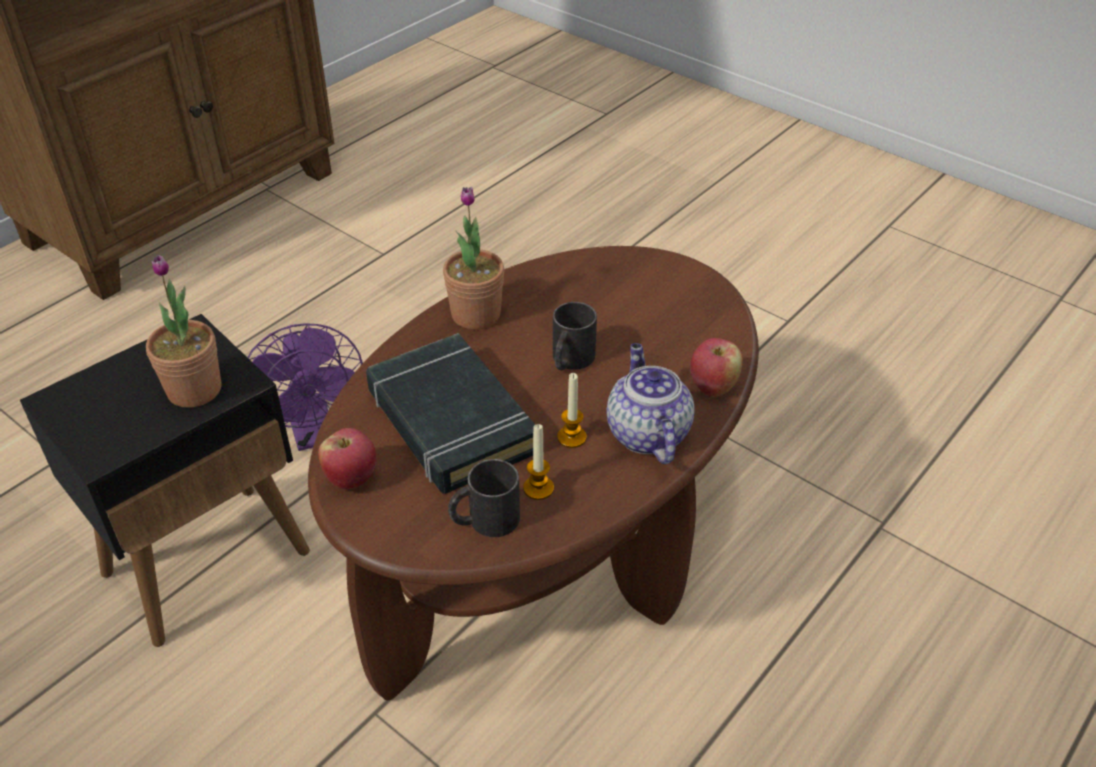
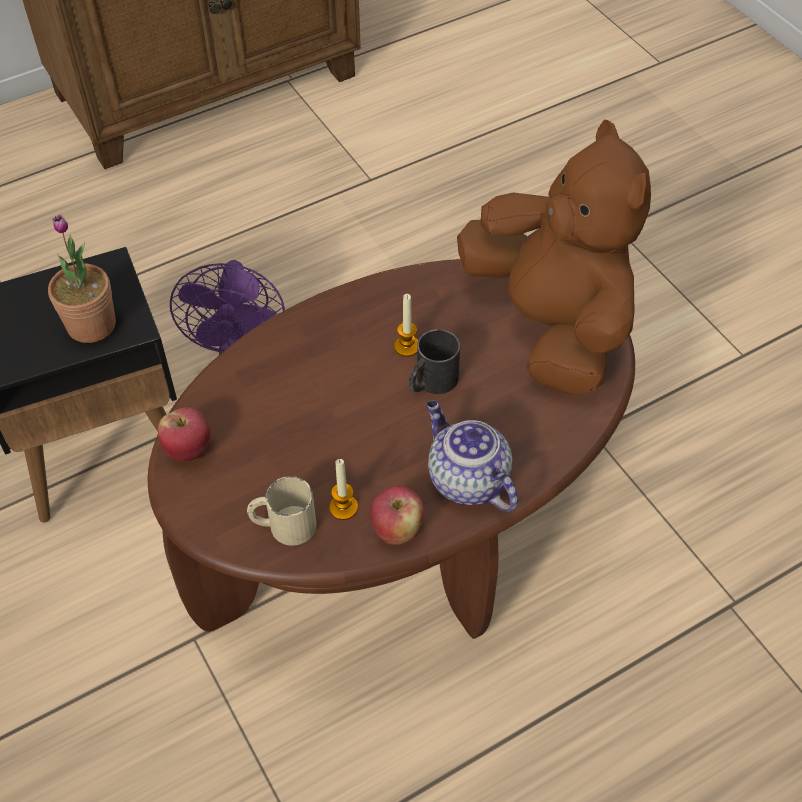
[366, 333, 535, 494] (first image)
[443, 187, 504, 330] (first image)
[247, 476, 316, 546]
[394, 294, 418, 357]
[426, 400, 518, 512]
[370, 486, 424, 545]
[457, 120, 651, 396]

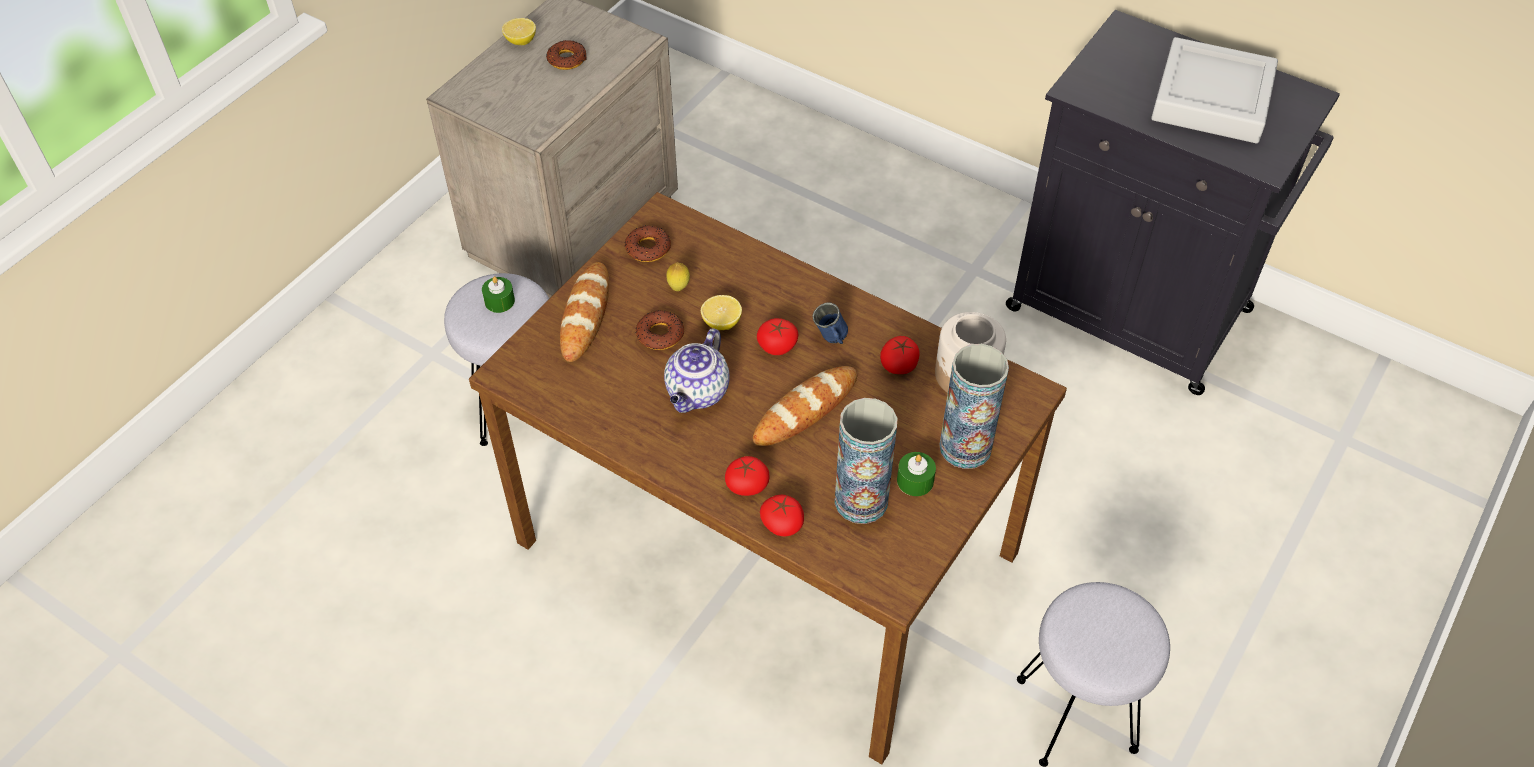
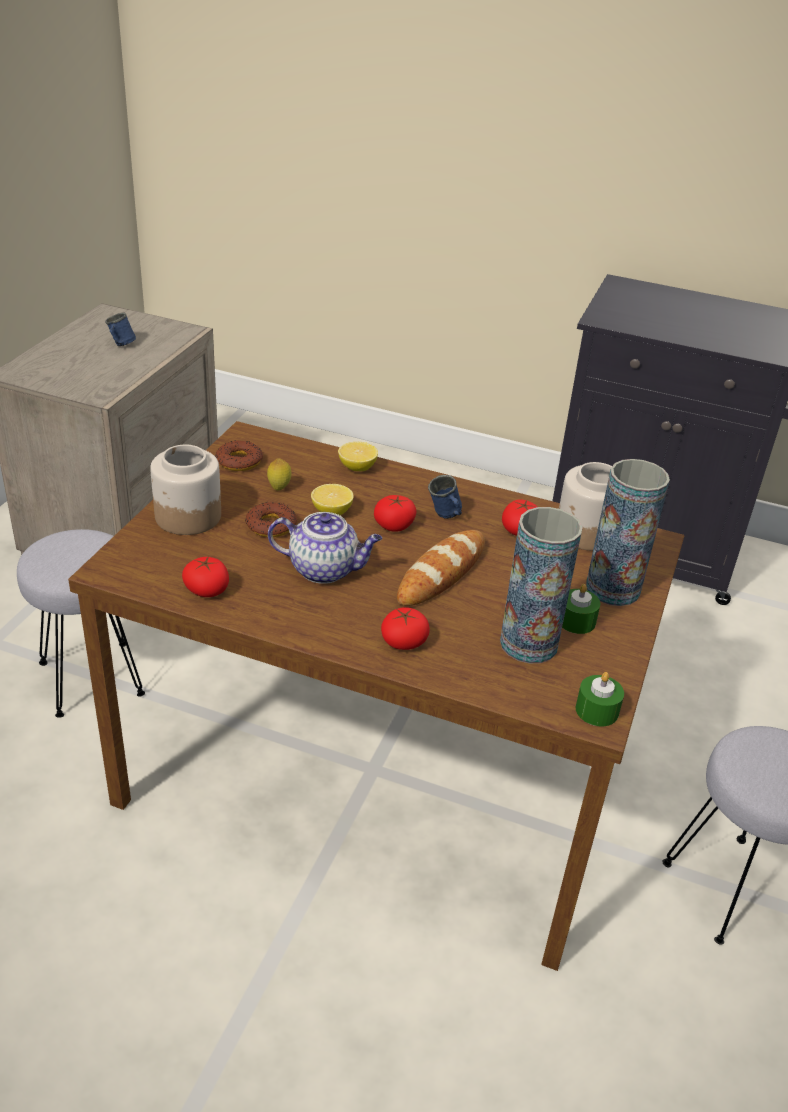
[576, 672, 624, 726]
[338, 442, 378, 471]
[105, 312, 136, 346]
[150, 445, 221, 535]
[268, 512, 382, 584]
[182, 556, 229, 597]
[1151, 37, 1278, 143] (first image)

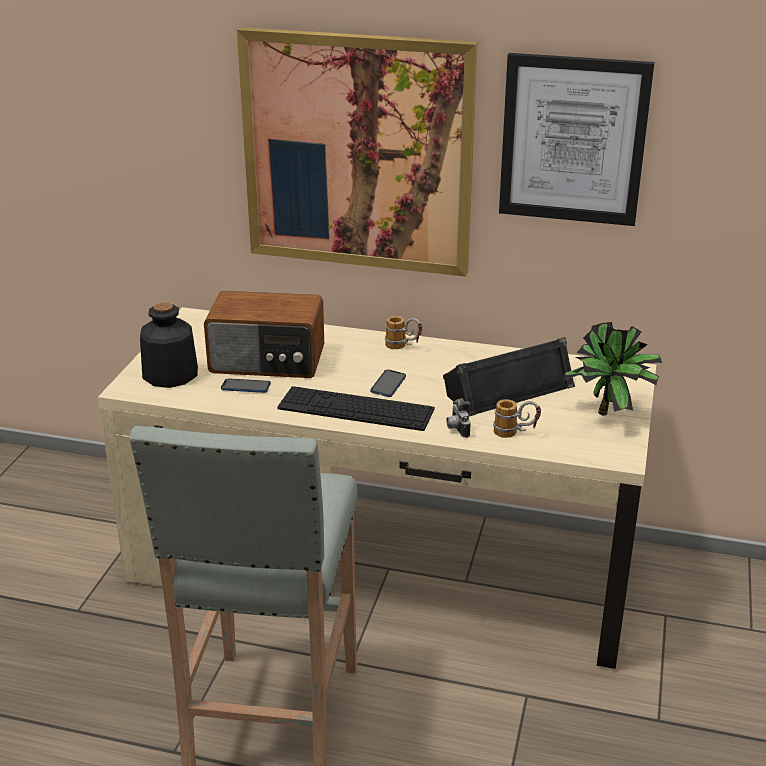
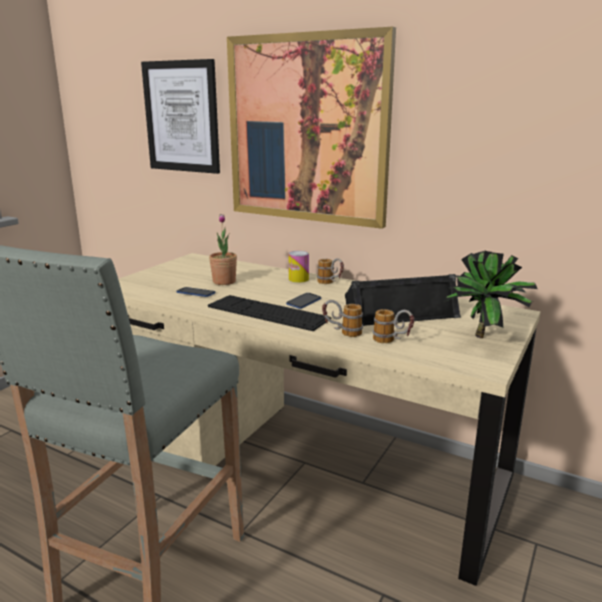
[140, 302, 198, 388] (first image)
[209, 214, 237, 285]
[322, 300, 363, 337]
[141, 59, 220, 174]
[288, 251, 309, 283]

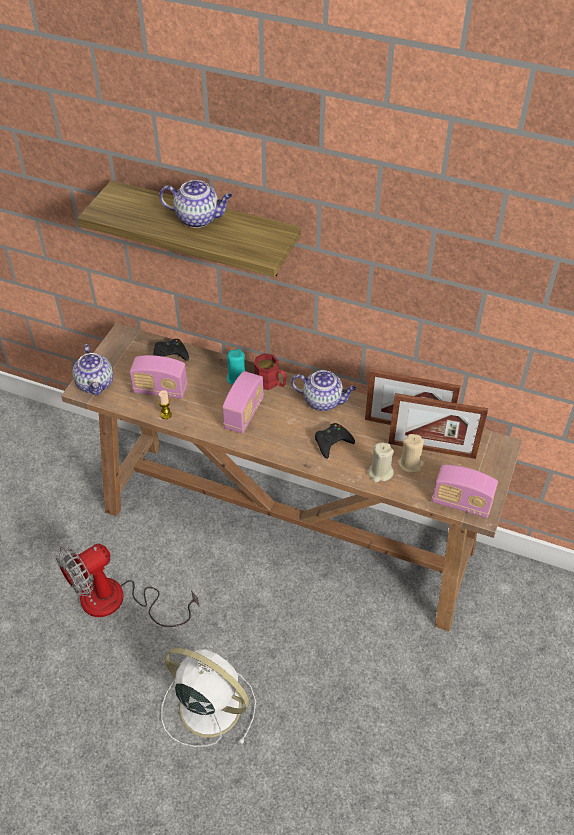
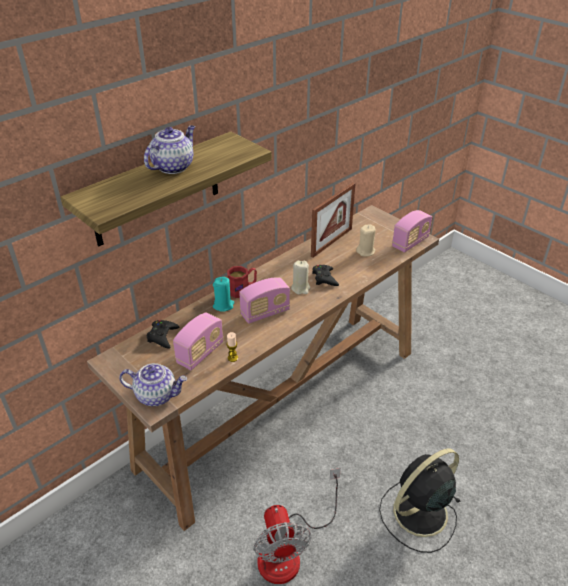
[379, 448, 461, 553]
[239, 277, 290, 324]
[291, 370, 357, 411] (first image)
[291, 261, 310, 295]
[388, 393, 488, 459] (first image)

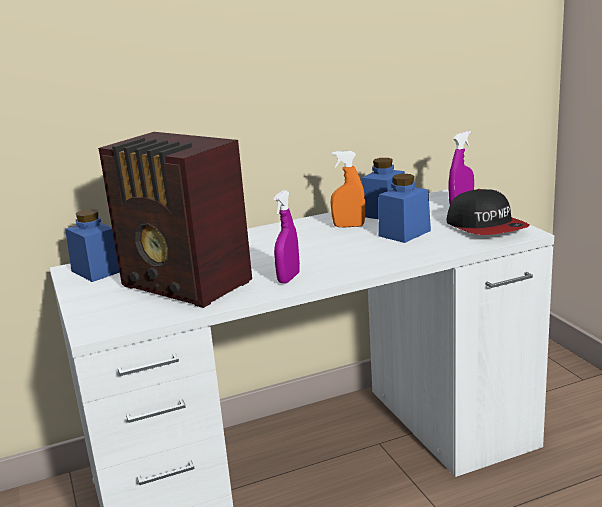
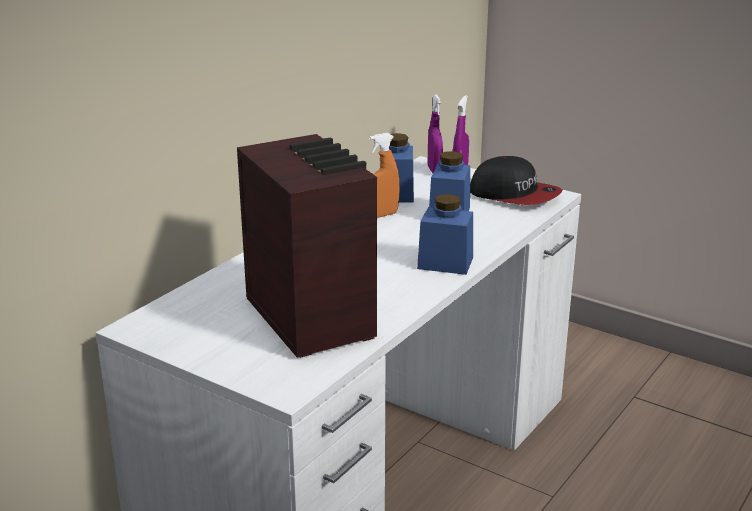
[417, 194, 473, 275]
[237, 134, 377, 358]
[428, 94, 443, 173]

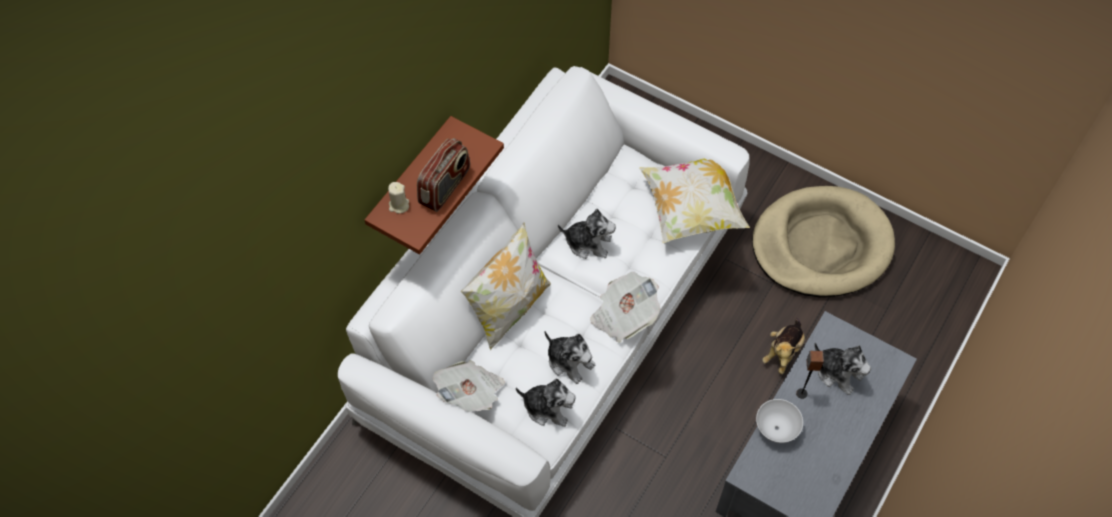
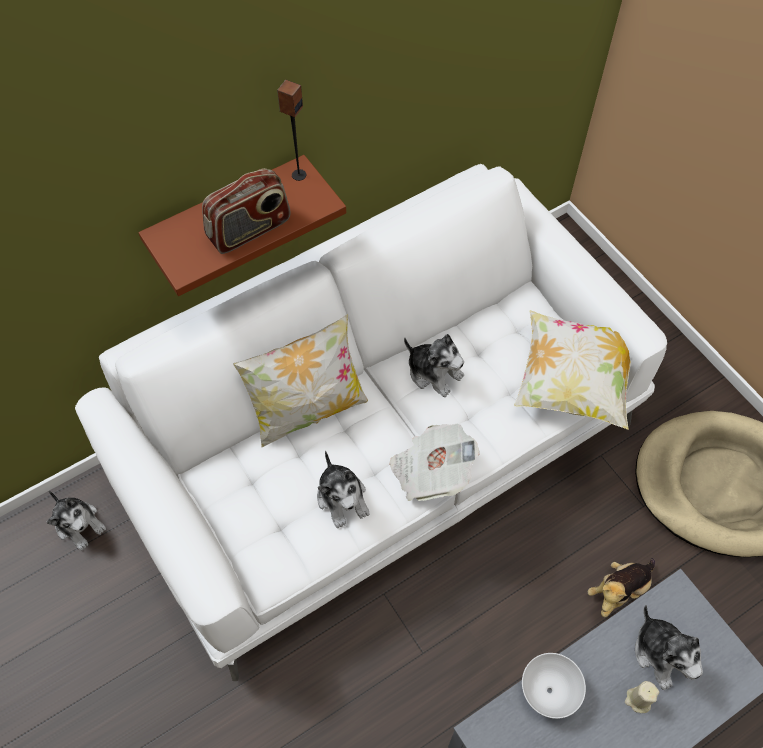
[625, 681, 659, 713]
[433, 360, 505, 412] (first image)
[47, 491, 106, 551]
[277, 80, 306, 181]

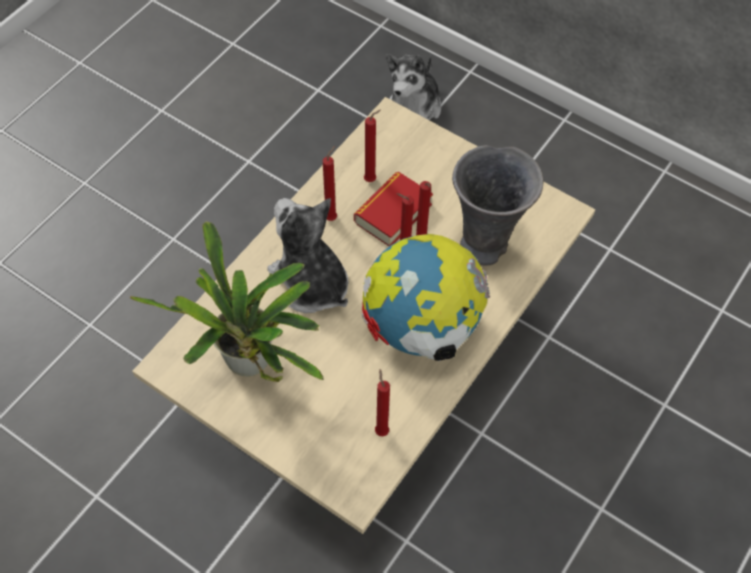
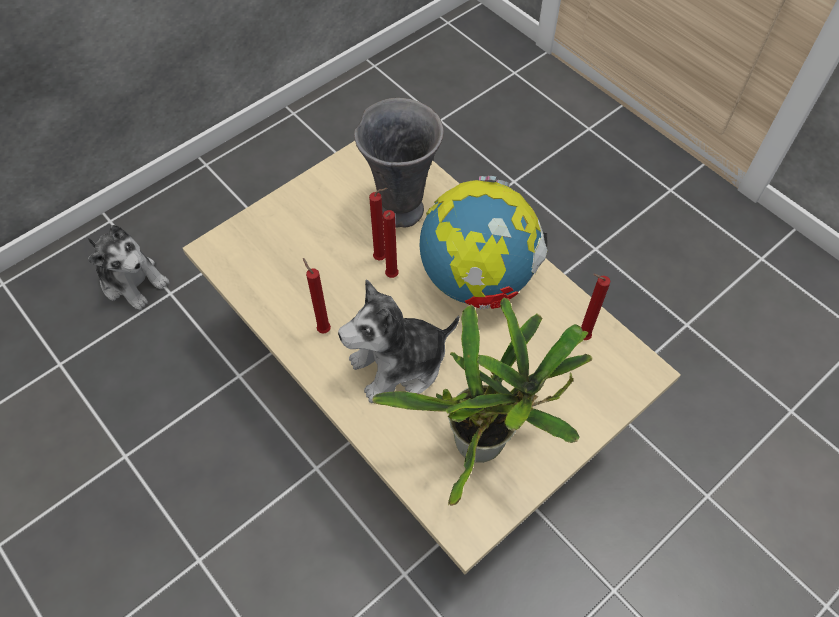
[354, 172, 433, 246] (first image)
[364, 110, 381, 182] (first image)

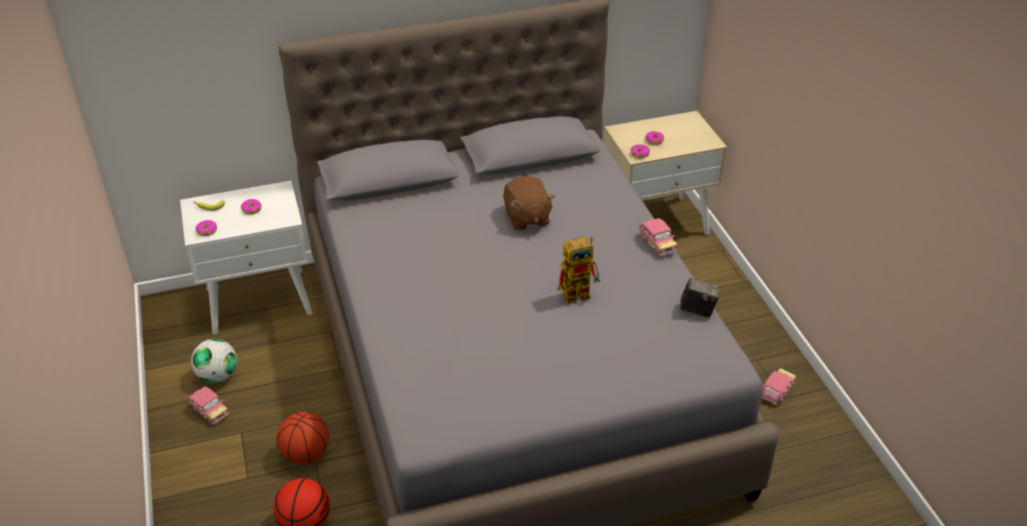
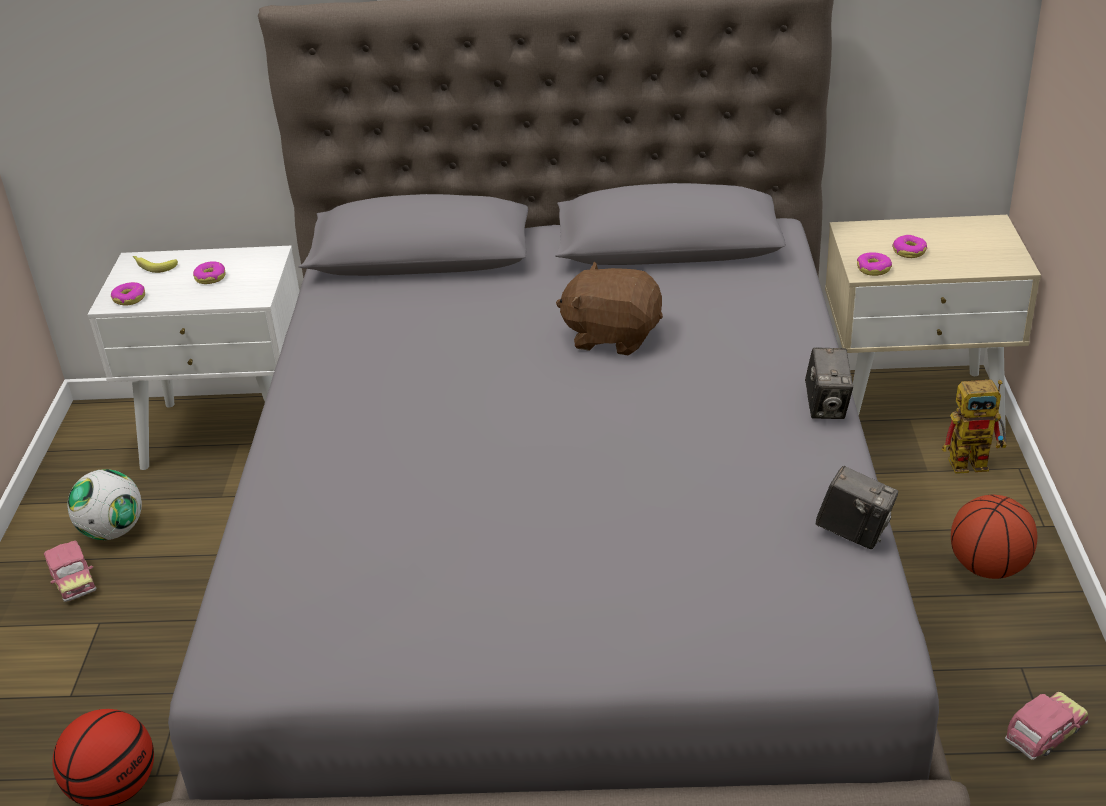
[951, 495, 1037, 579]
[556, 261, 663, 355]
[942, 379, 1006, 474]
[805, 347, 853, 419]

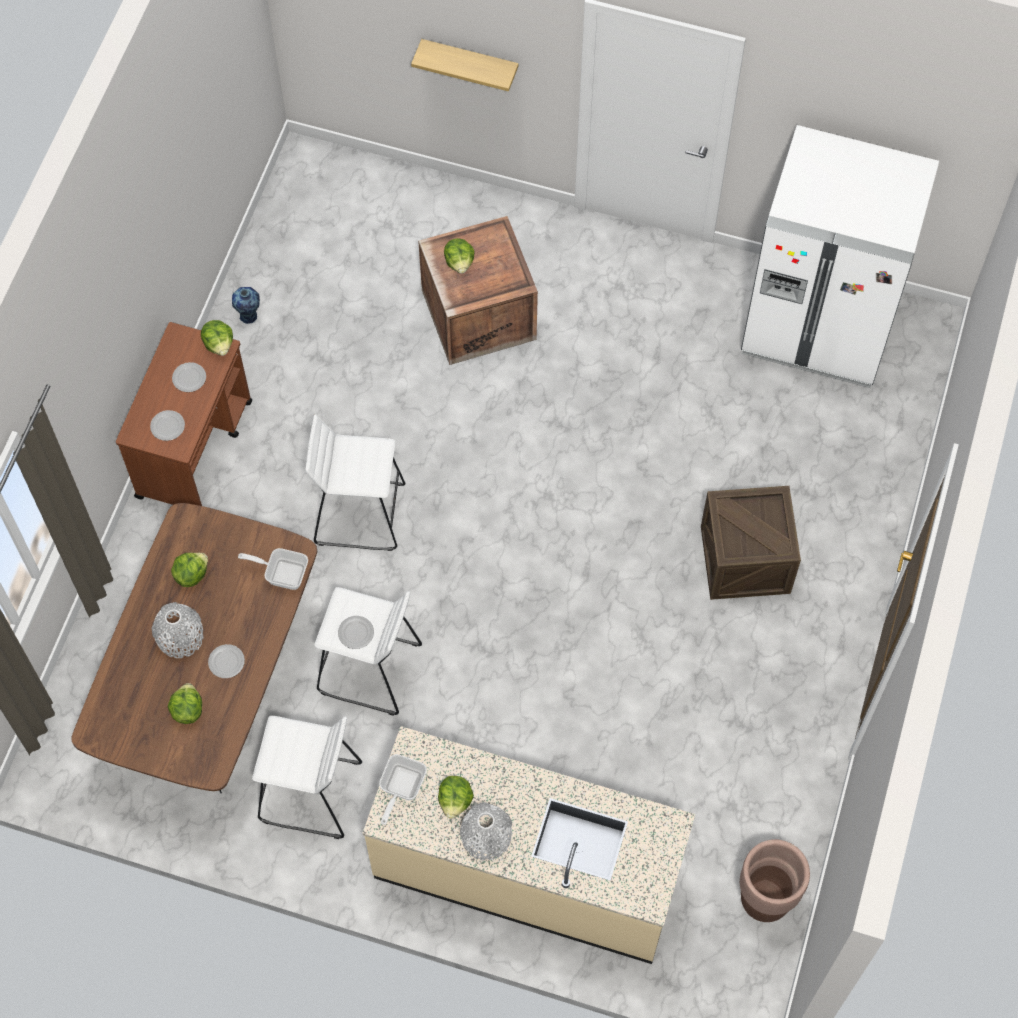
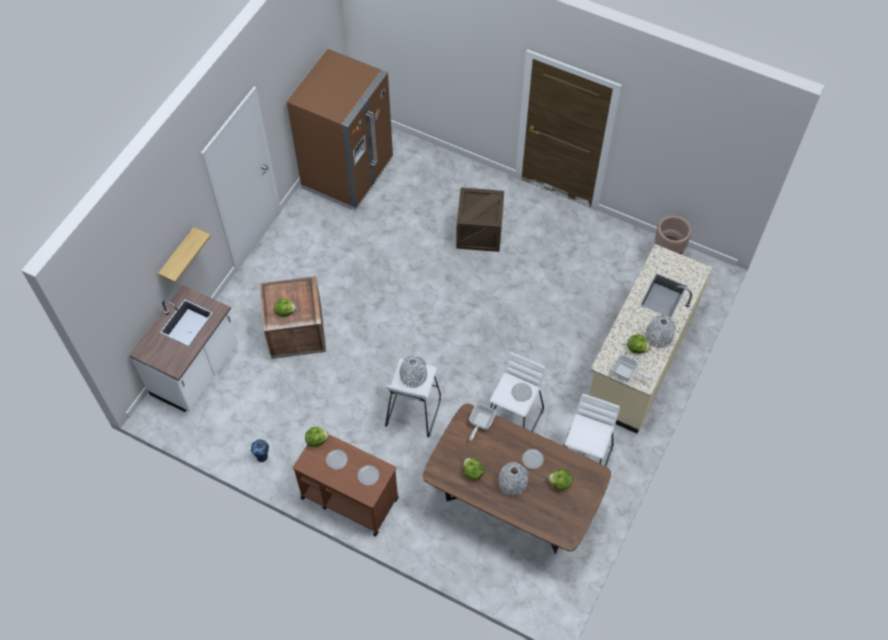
[287, 49, 393, 210]
[129, 285, 238, 412]
[400, 355, 427, 388]

